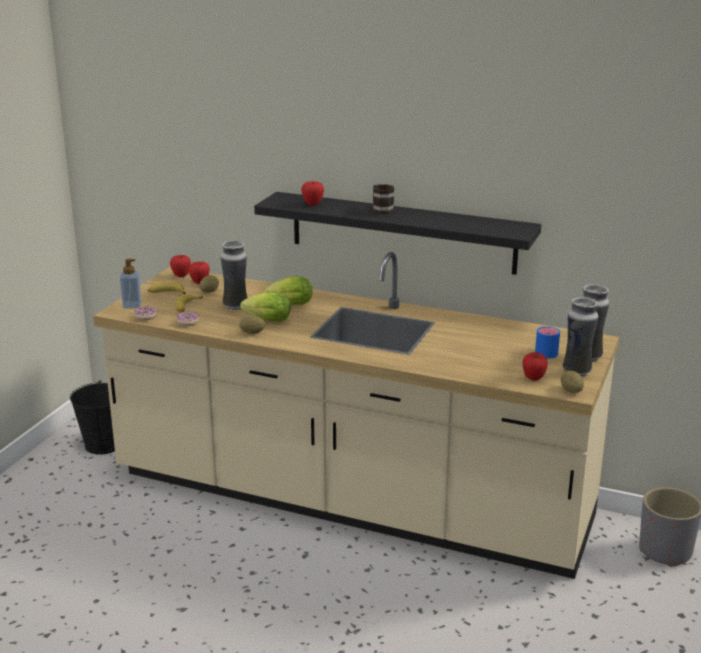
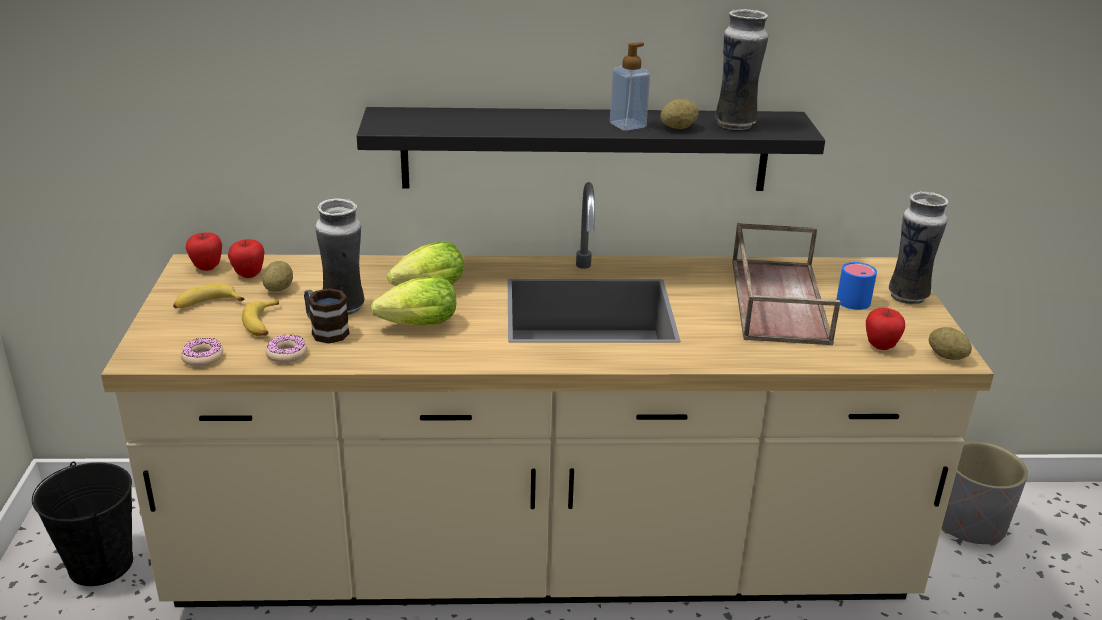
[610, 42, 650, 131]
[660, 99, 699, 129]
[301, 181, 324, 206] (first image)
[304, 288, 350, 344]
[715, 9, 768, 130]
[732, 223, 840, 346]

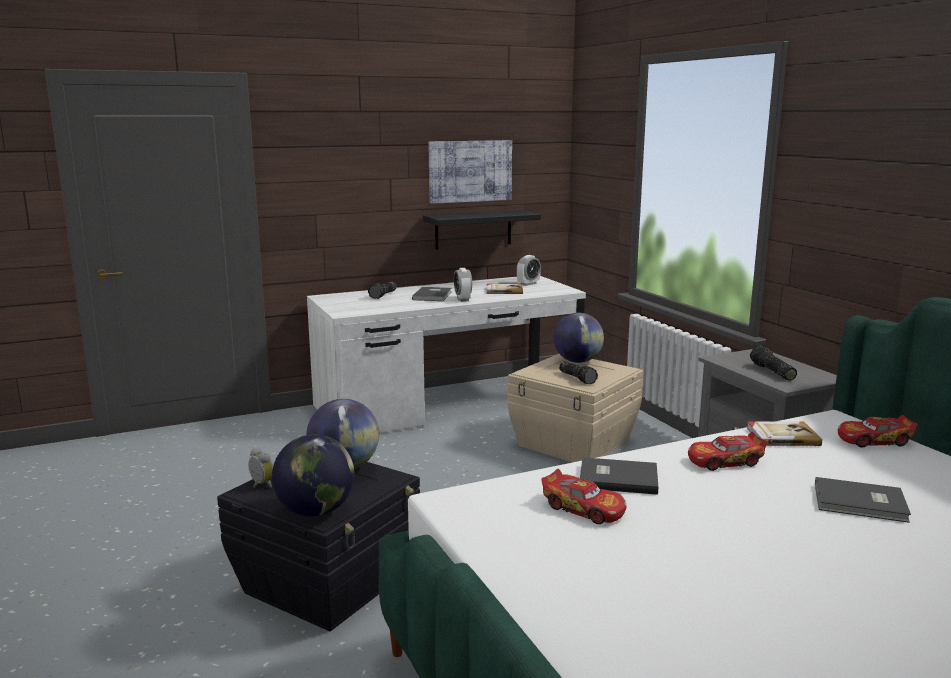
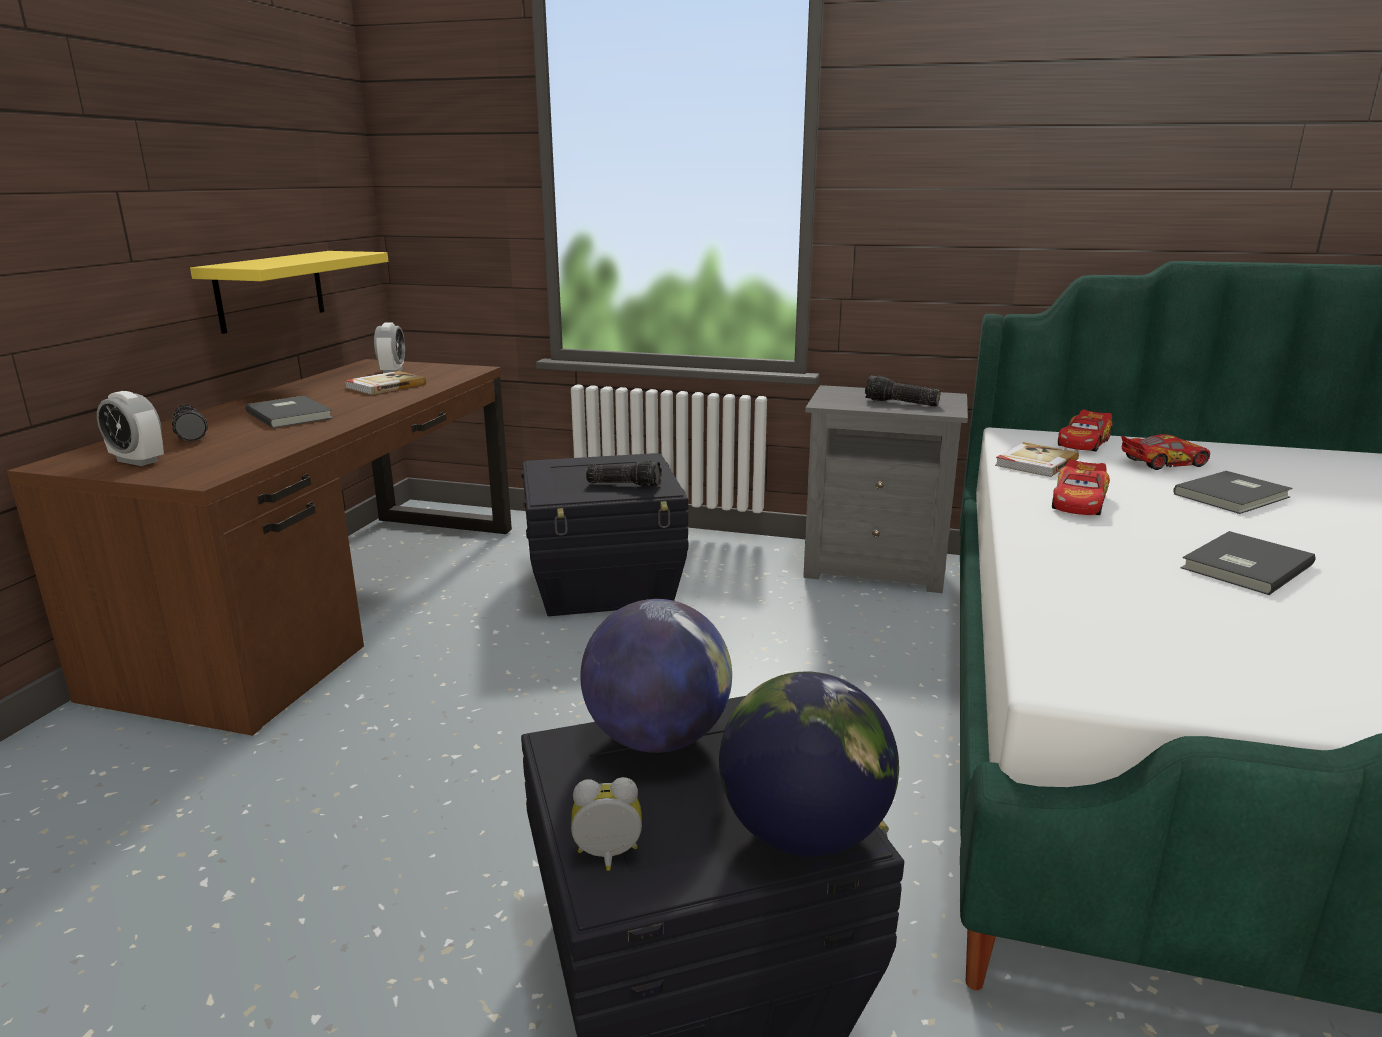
[7, 359, 512, 736]
[190, 251, 388, 334]
[429, 140, 512, 204] (first image)
[97, 391, 164, 466]
[521, 453, 688, 616]
[1121, 434, 1210, 470]
[553, 313, 604, 363] (first image)
[1181, 531, 1315, 595]

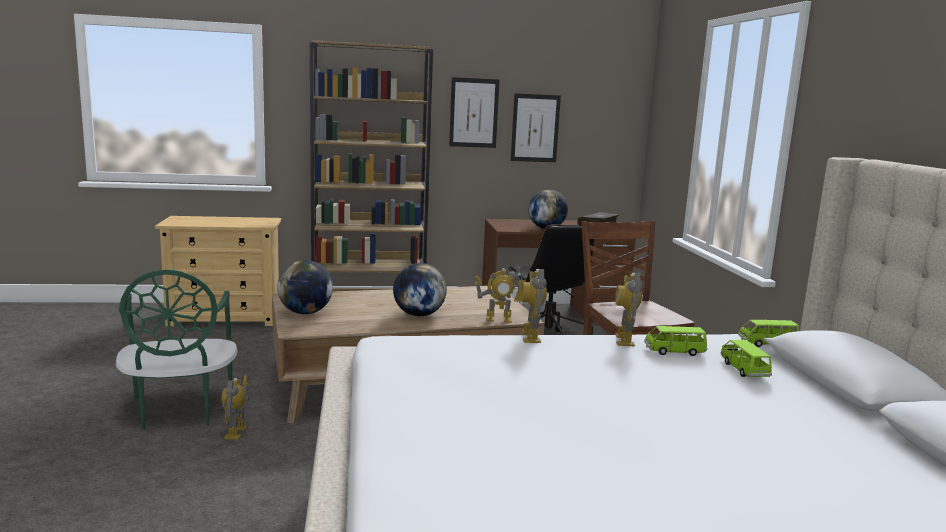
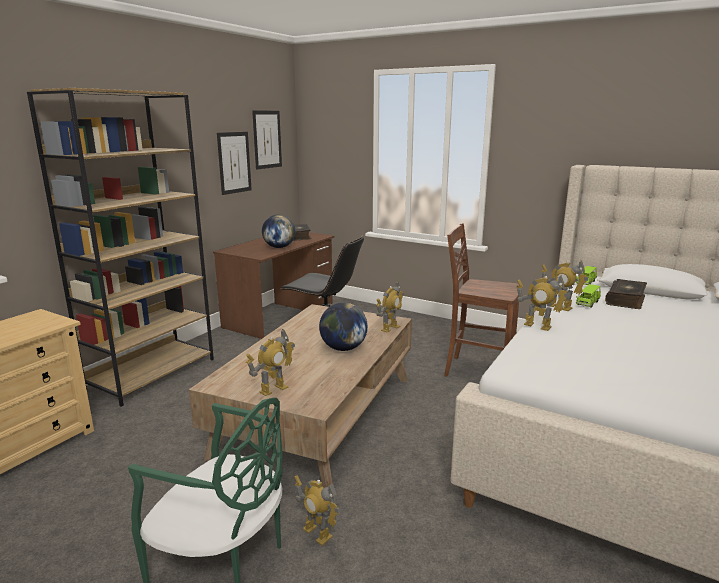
[246, 329, 295, 396]
[252, 110, 282, 170]
[605, 279, 647, 309]

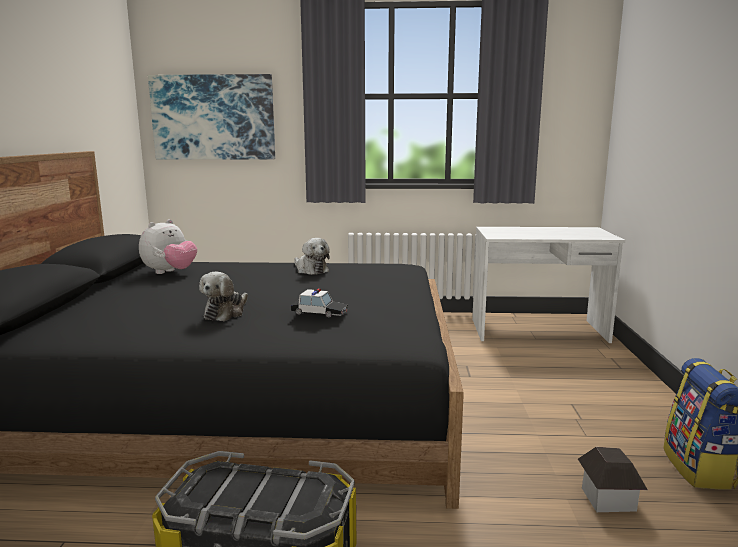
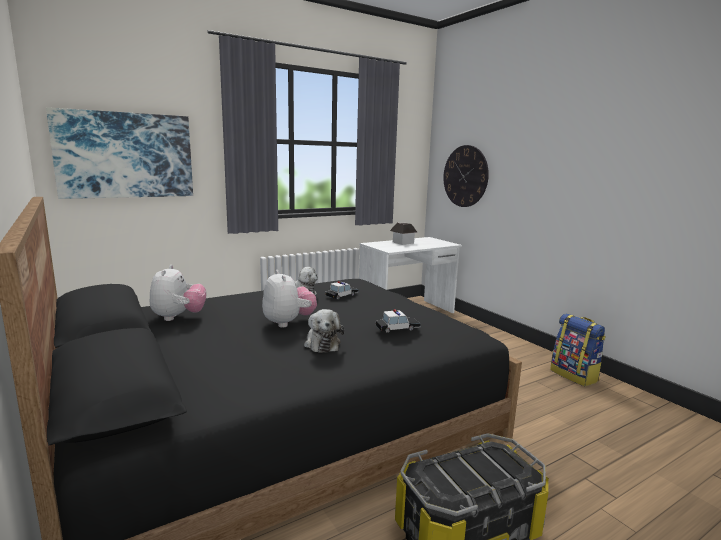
[390, 223, 418, 245]
[262, 270, 317, 328]
[326, 281, 359, 299]
[443, 145, 489, 207]

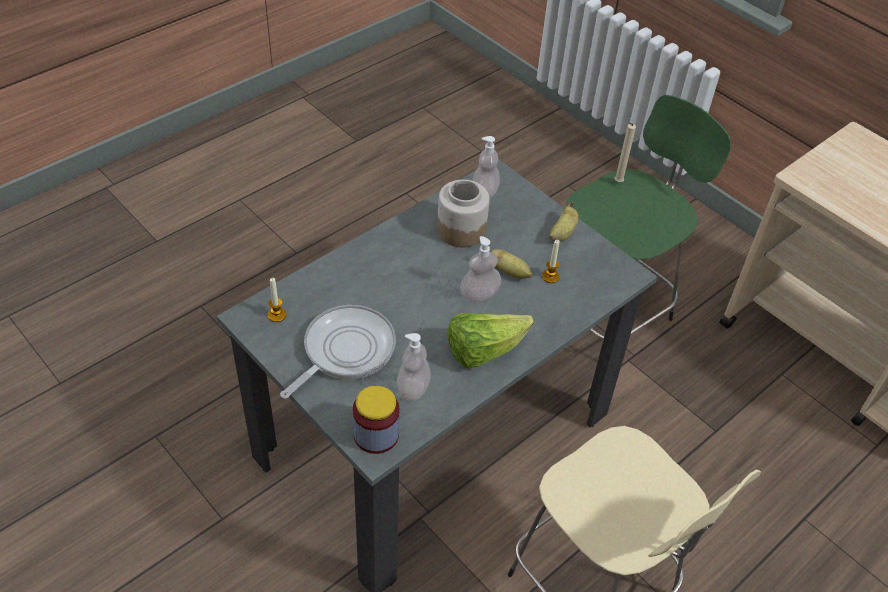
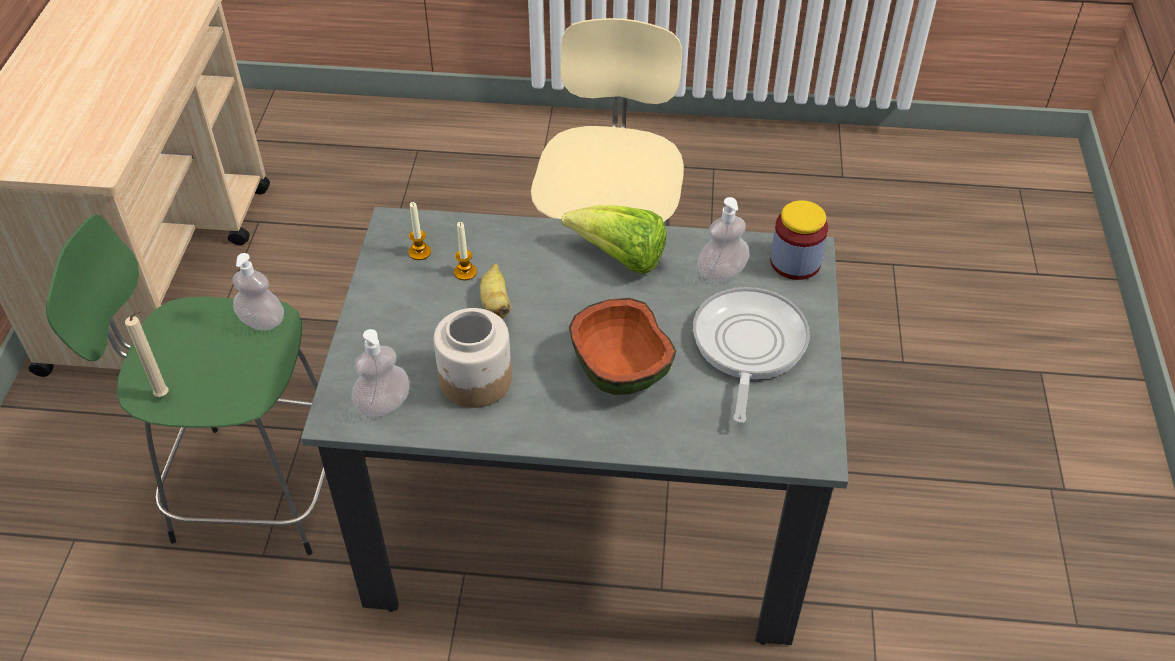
[408, 202, 431, 260]
[693, 287, 810, 423]
[233, 253, 284, 330]
[549, 202, 579, 242] (first image)
[569, 298, 676, 395]

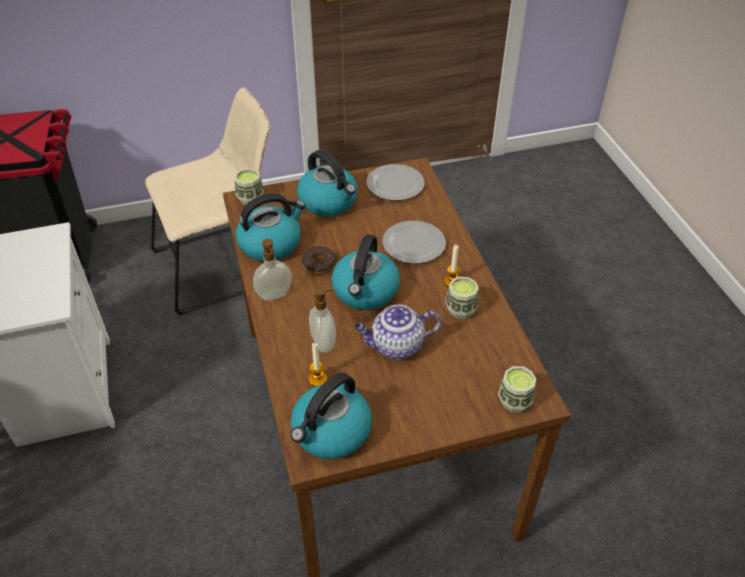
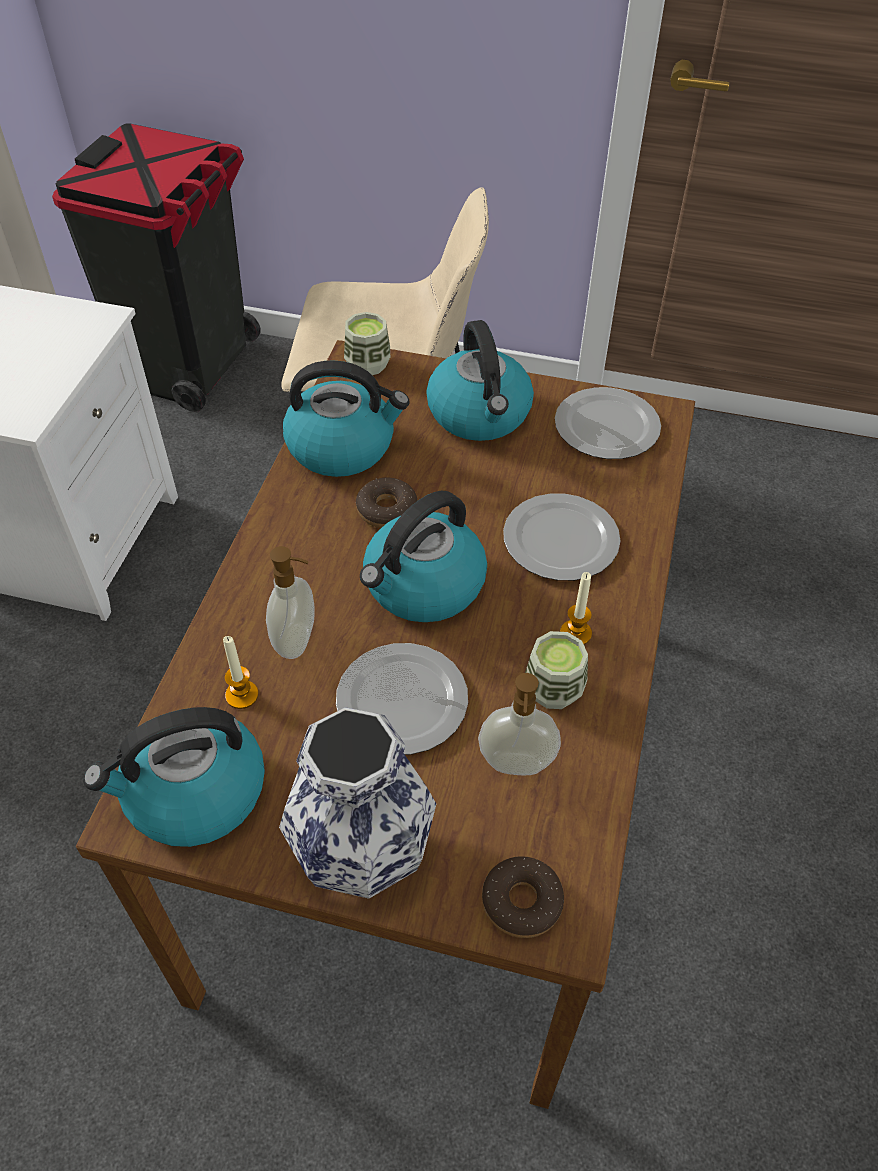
[478, 673, 561, 775]
[336, 643, 468, 755]
[482, 856, 564, 938]
[279, 707, 436, 899]

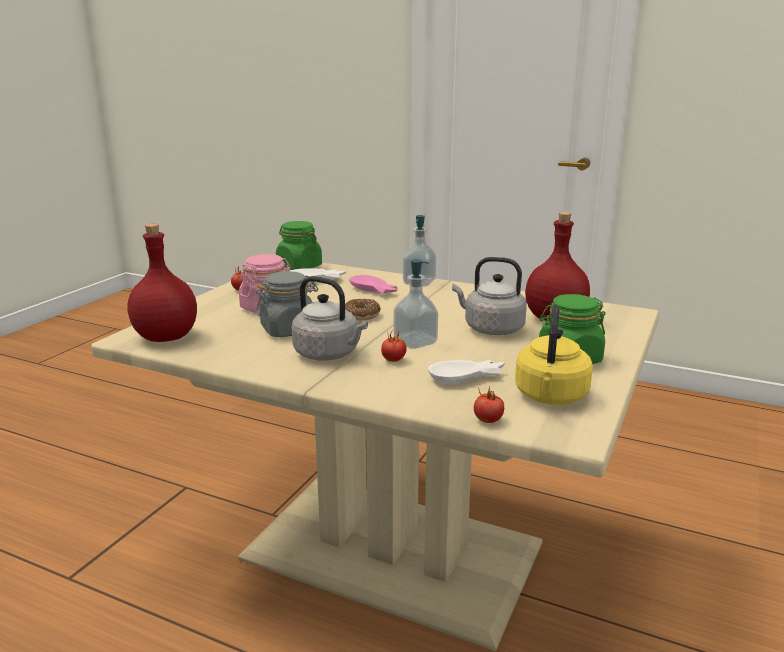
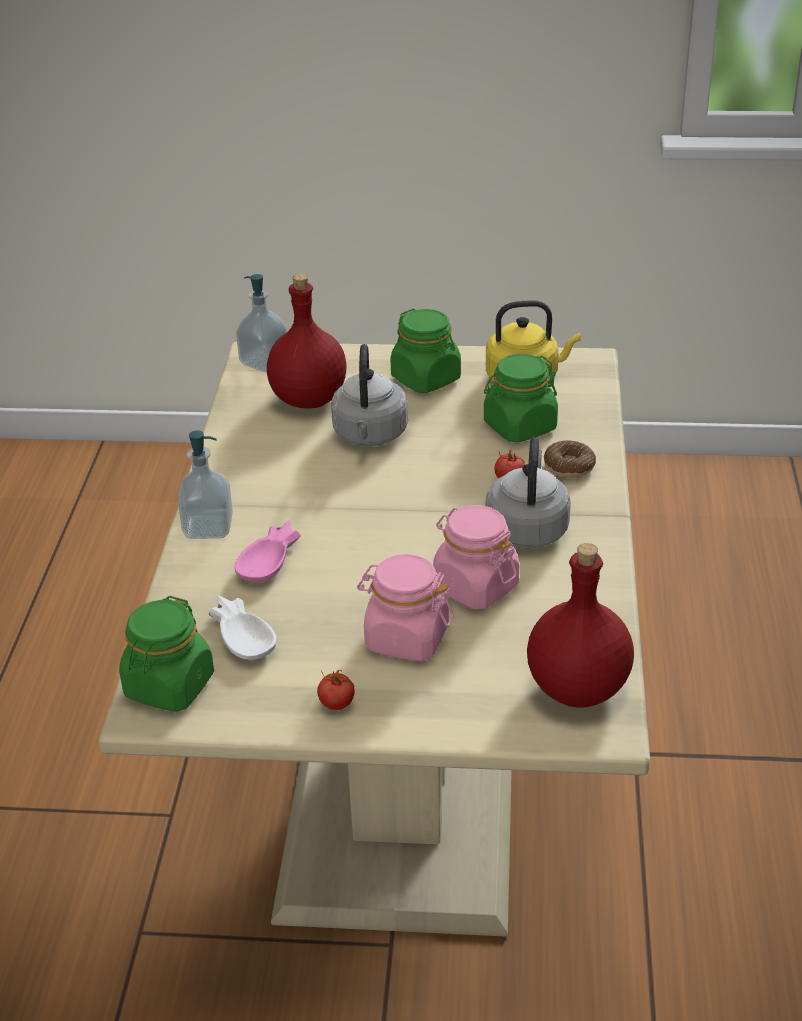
[433, 505, 519, 610]
[544, 440, 596, 478]
[236, 274, 287, 372]
[484, 354, 558, 442]
[474, 387, 504, 423] (first image)

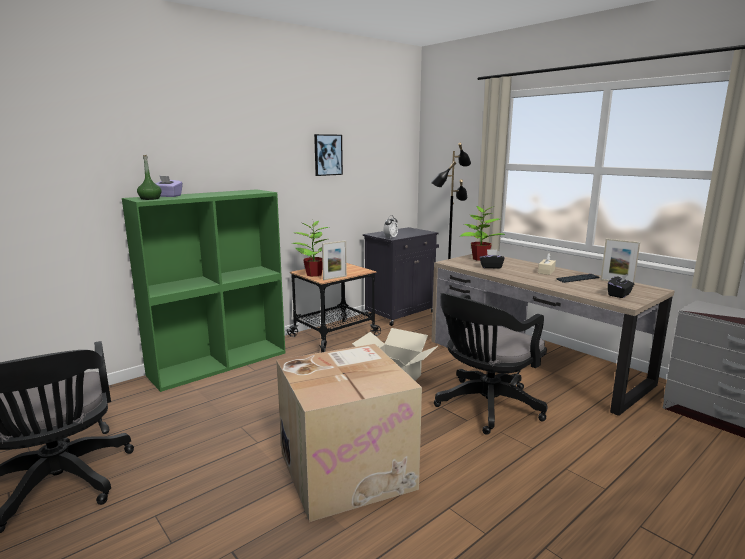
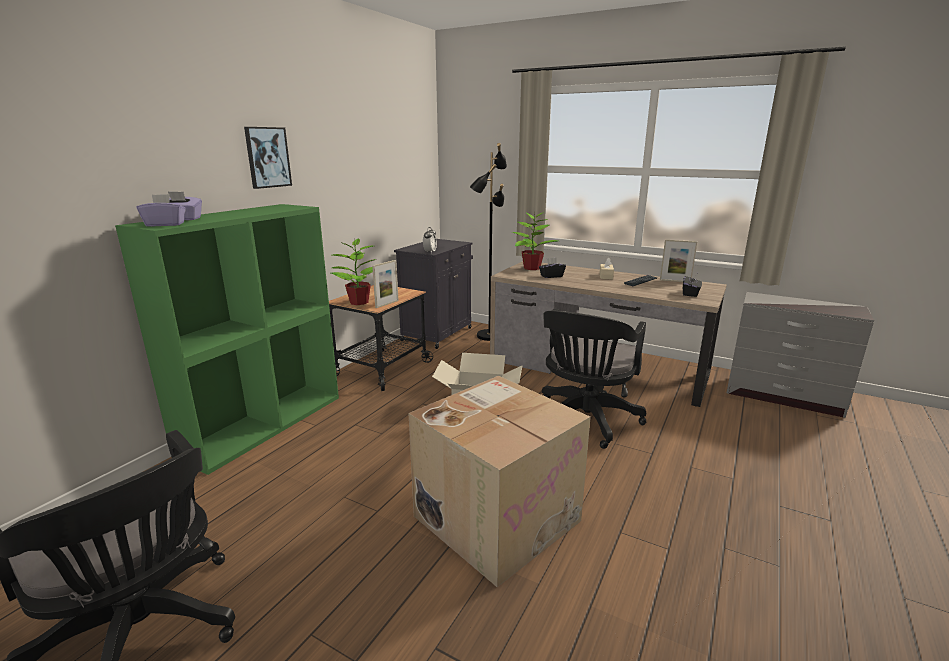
[136, 194, 186, 227]
[244, 127, 292, 189]

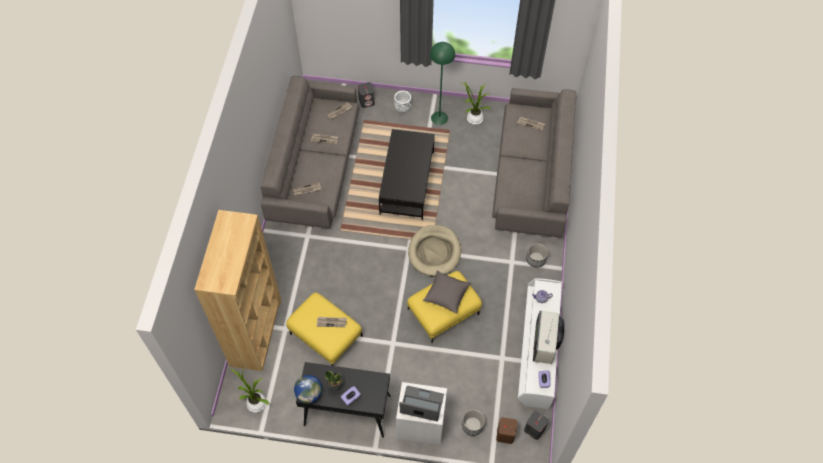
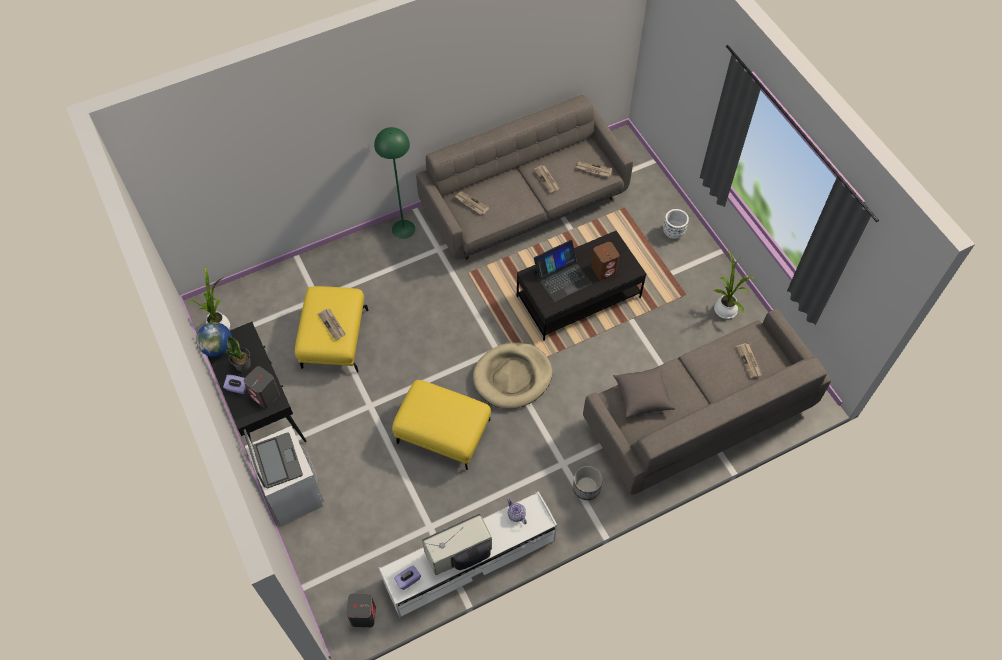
[194, 210, 282, 371] (first image)
[243, 366, 280, 408]
[613, 366, 675, 418]
[374, 127, 415, 239]
[462, 409, 485, 436] (first image)
[591, 242, 619, 280]
[534, 240, 592, 302]

